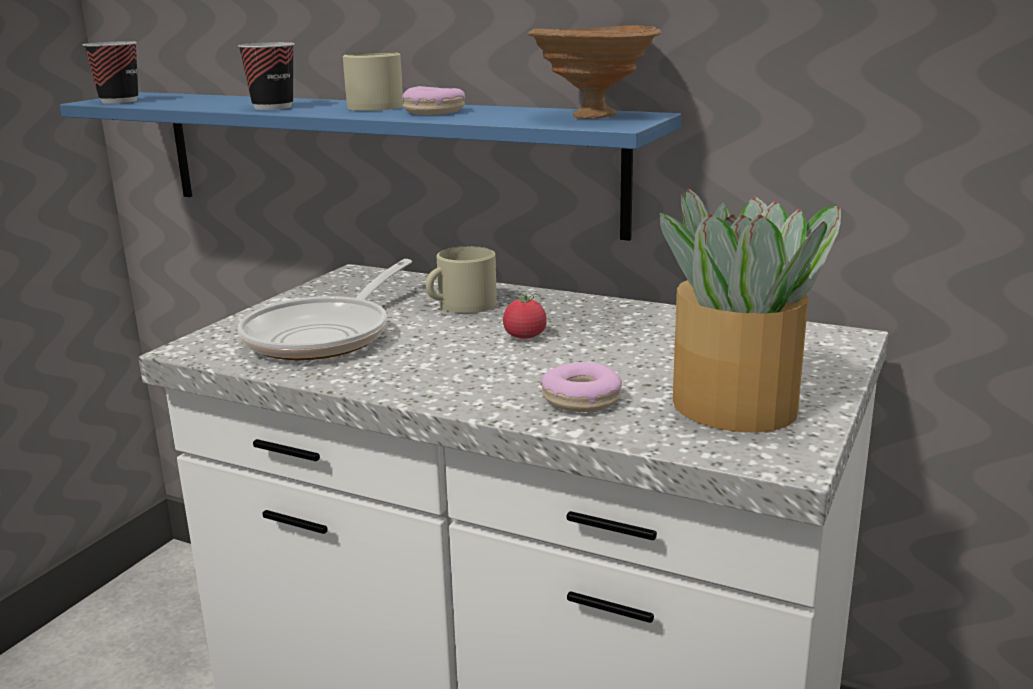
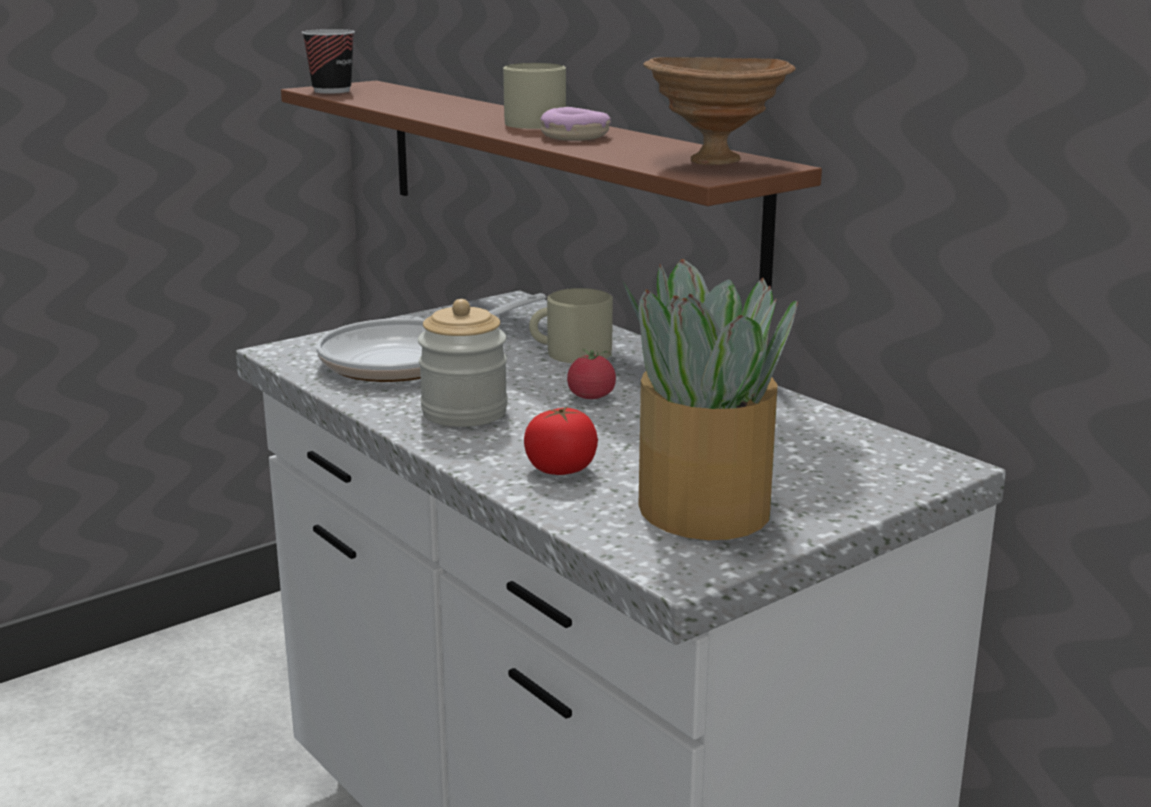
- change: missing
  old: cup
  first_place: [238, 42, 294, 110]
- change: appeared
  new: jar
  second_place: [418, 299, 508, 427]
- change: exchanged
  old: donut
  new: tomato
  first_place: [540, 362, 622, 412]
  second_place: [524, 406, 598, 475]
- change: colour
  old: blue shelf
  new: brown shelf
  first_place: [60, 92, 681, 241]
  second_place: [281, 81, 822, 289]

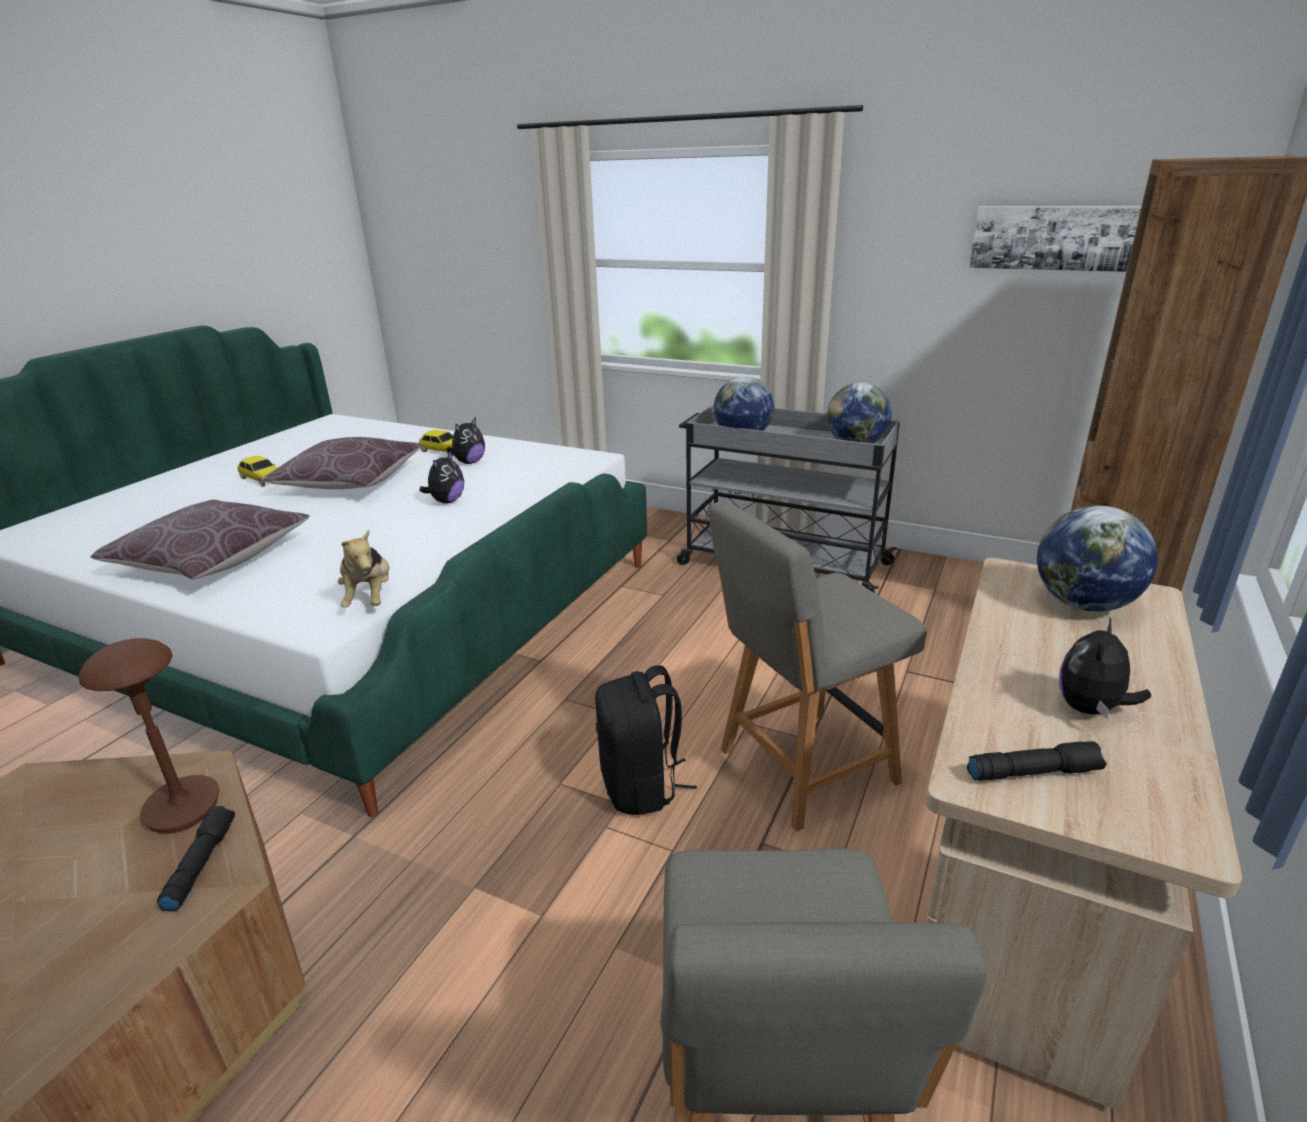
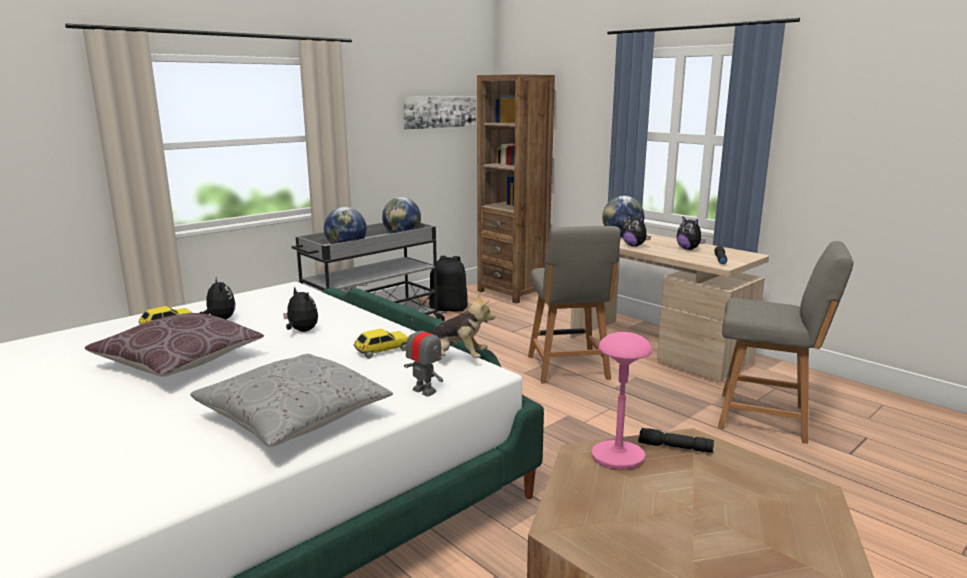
- change: appeared
  new: toy robot
  second_place: [404, 319, 443, 397]
- change: appeared
  new: plush toy
  second_place: [622, 214, 651, 247]
- change: relocated
  old: toy car
  first_place: [237, 456, 278, 487]
  second_place: [354, 329, 408, 359]
- change: relocated
  old: black backpack
  first_place: [595, 665, 697, 815]
  second_place: [429, 256, 468, 312]
- change: colour
  old: brown table lamp
  new: pink table lamp
  first_place: [79, 638, 219, 834]
  second_place: [591, 332, 653, 469]
- change: colour
  old: brown pillow
  new: grey pillow
  first_place: [91, 500, 310, 579]
  second_place: [190, 354, 393, 447]

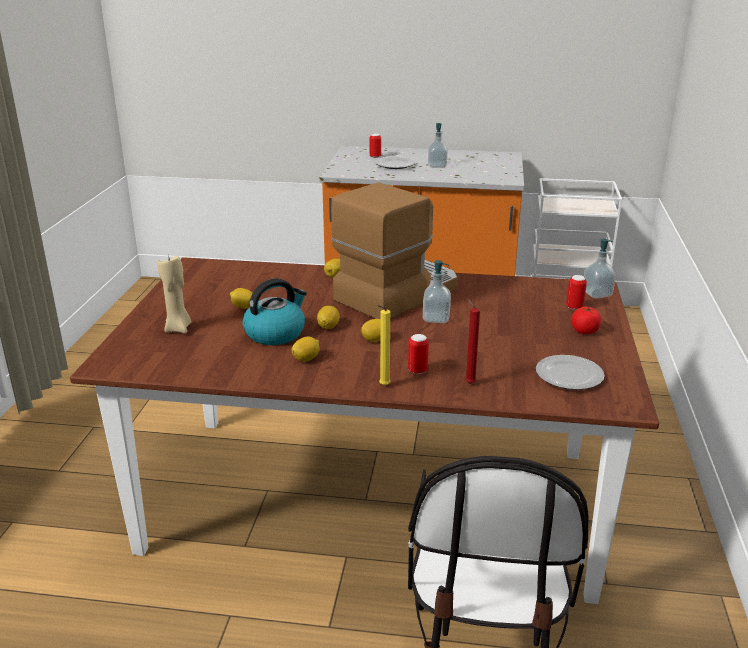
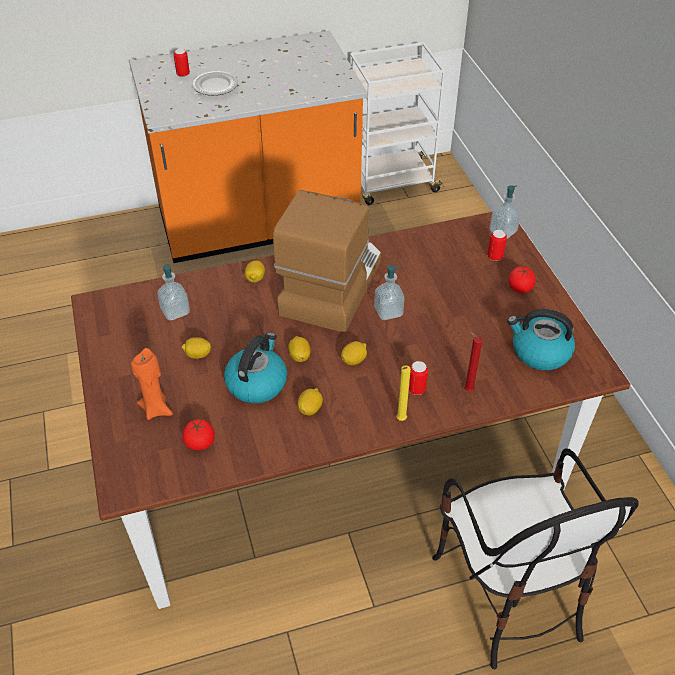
- change: appeared
  new: tomato
  second_place: [182, 419, 215, 450]
- change: relocated
  old: soap dispenser
  first_place: [428, 123, 448, 168]
  second_place: [157, 265, 190, 321]
- change: exchanged
  old: plate
  new: kettle
  first_place: [536, 355, 605, 390]
  second_place: [507, 309, 575, 370]
- change: colour
  old: beige candle
  new: orange candle
  first_place: [157, 254, 192, 333]
  second_place: [131, 348, 173, 420]

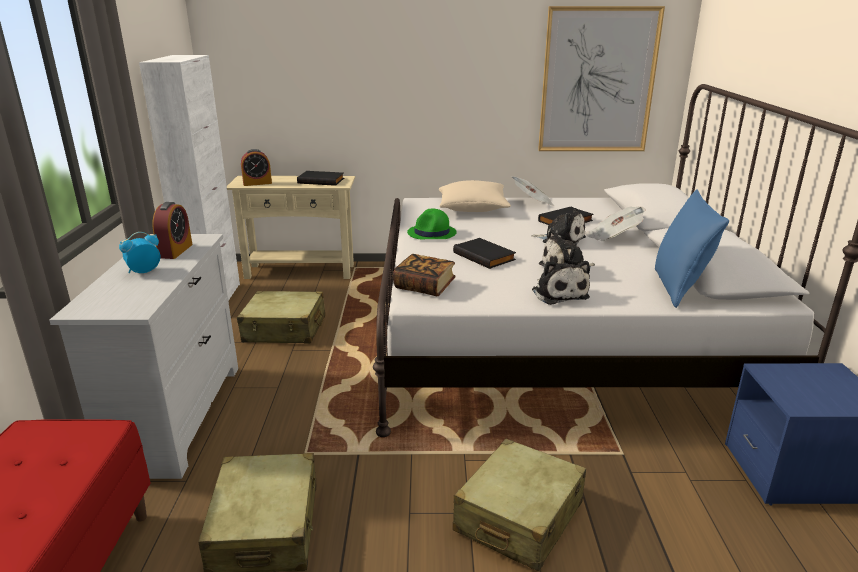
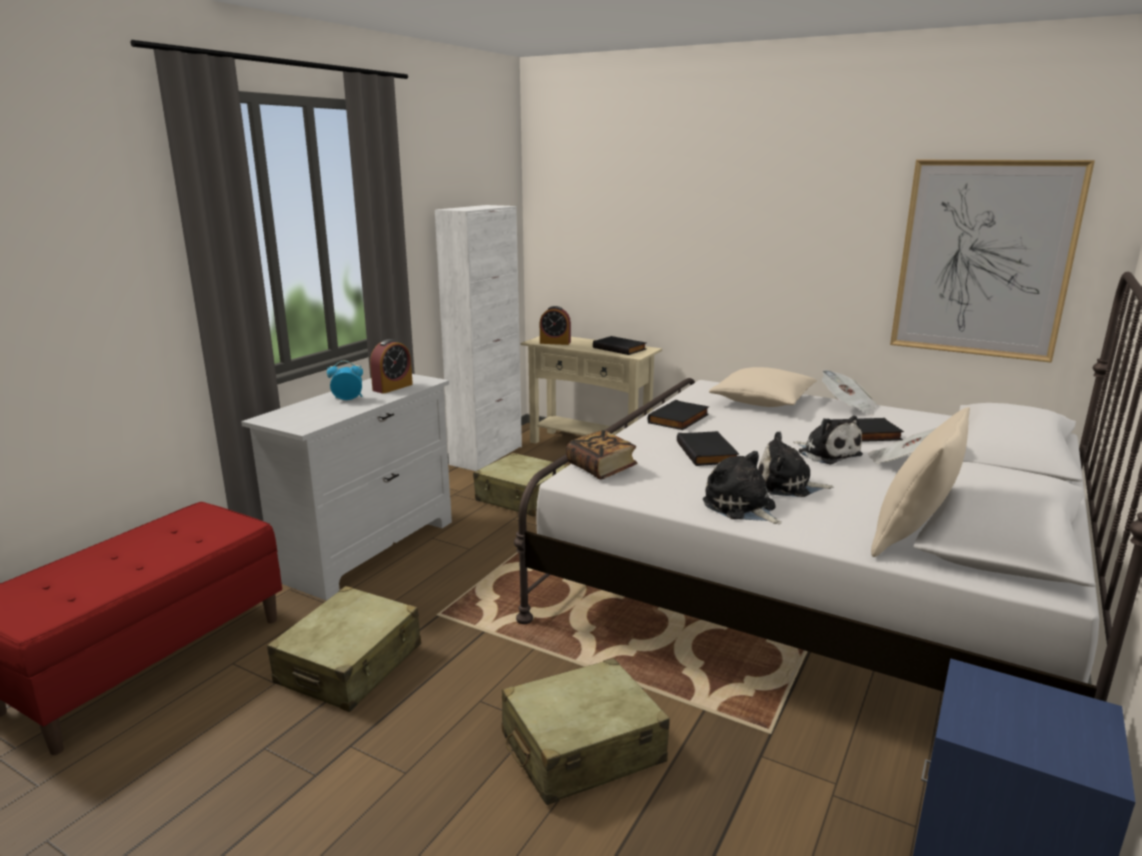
- change: exchanged
  old: green hat
  new: black book
  first_place: [407, 209, 457, 239]
  second_place: [648, 400, 709, 430]
- change: colour
  old: blue pillow
  new: beige pillow
  first_place: [655, 189, 729, 308]
  second_place: [871, 407, 970, 557]
- change: spun
  old: plush toy
  first_place: [532, 261, 590, 305]
  second_place: [703, 451, 782, 524]
  degrees: 135

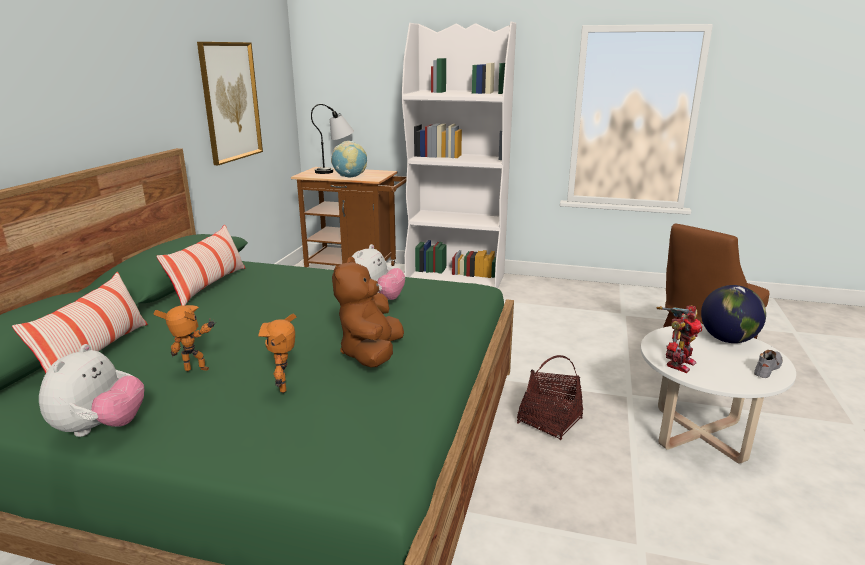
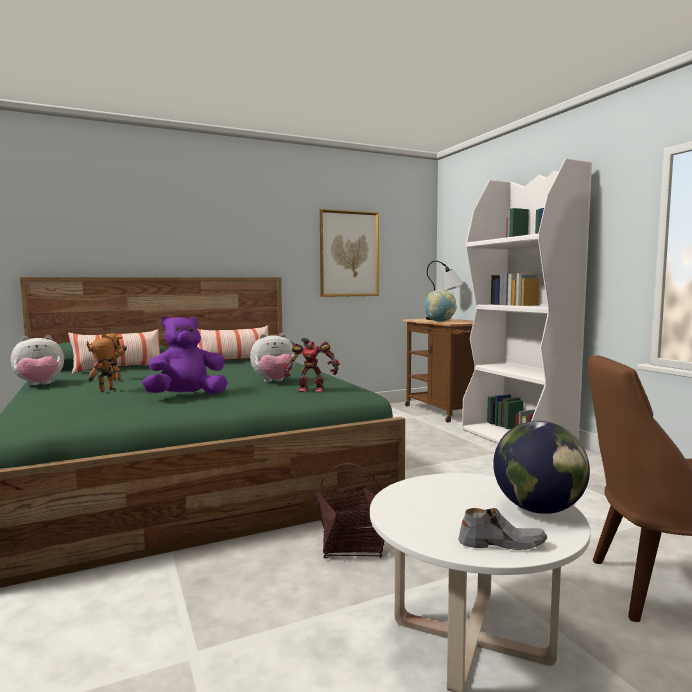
- change: relocated
  old: toy robot
  first_place: [657, 305, 702, 373]
  second_place: [283, 338, 340, 392]
- change: colour
  old: brown plush toy
  new: purple plush toy
  first_place: [332, 257, 404, 367]
  second_place: [142, 316, 228, 394]

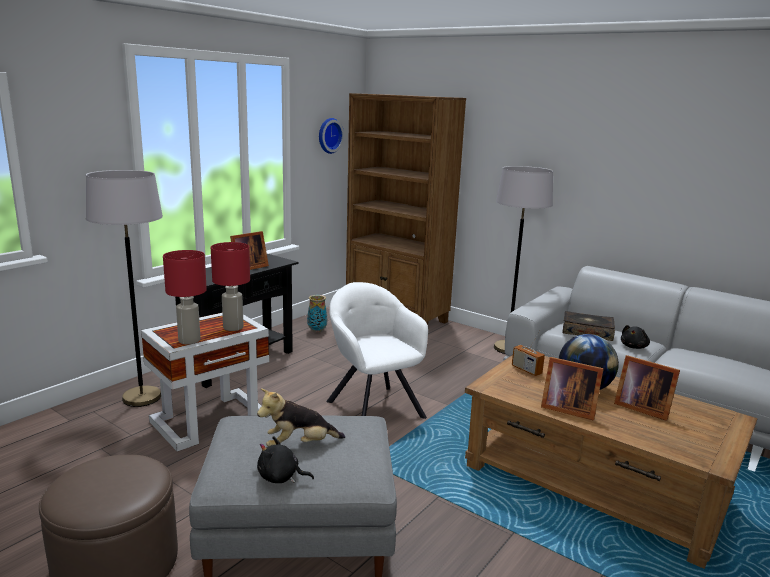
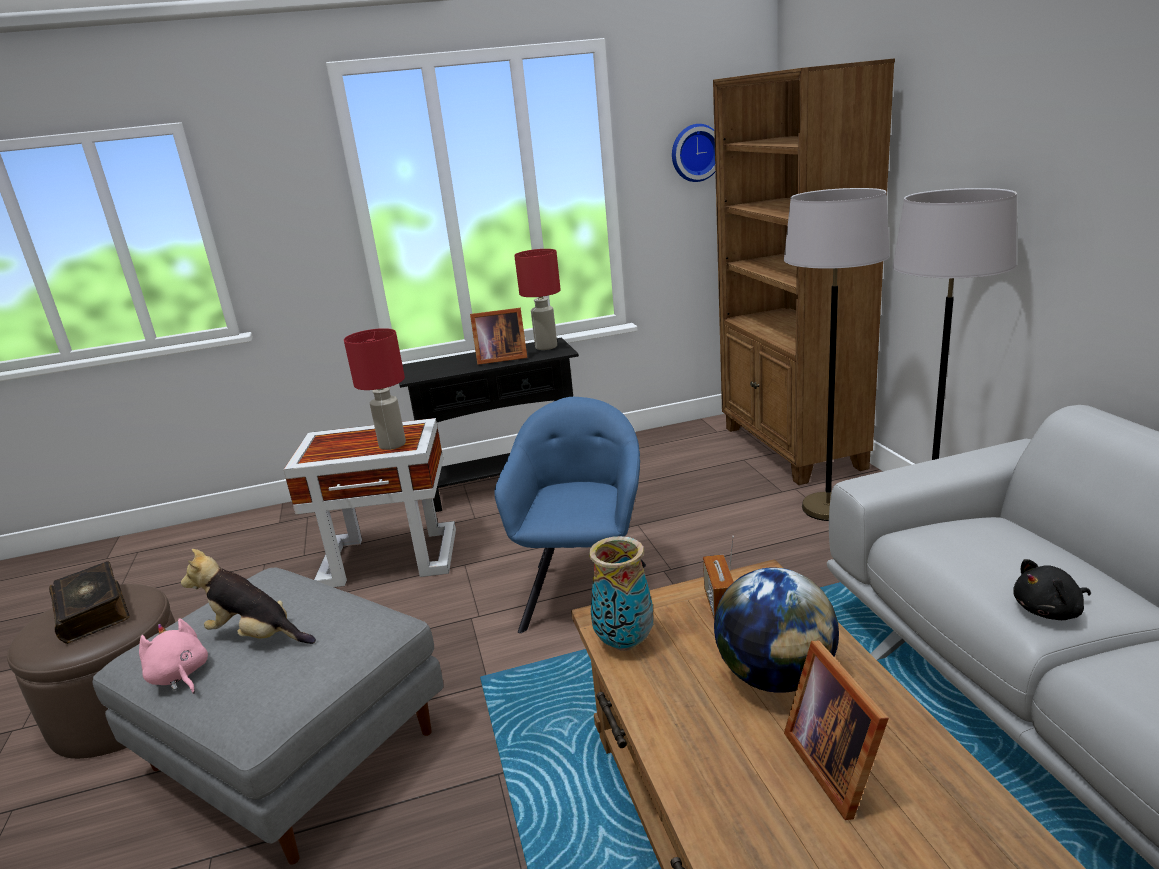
- change: missing
  old: picture frame
  first_place: [541, 357, 604, 420]
- change: relocated
  old: grey floor lamp
  first_place: [86, 170, 163, 407]
  second_place: [784, 188, 890, 521]
- change: relocated
  old: red table lamp
  first_place: [163, 250, 207, 344]
  second_place: [514, 249, 561, 350]
- change: relocated
  old: vase
  first_place: [307, 295, 327, 332]
  second_place: [589, 536, 653, 651]
- change: relocated
  old: book
  first_place: [563, 311, 615, 341]
  second_place: [49, 561, 130, 644]
- change: colour
  old: black plush toy
  new: pink plush toy
  first_place: [257, 436, 314, 483]
  second_place: [139, 618, 208, 694]
- change: colour
  old: white armchair
  new: blue armchair
  first_place: [326, 282, 428, 419]
  second_place: [494, 397, 646, 633]

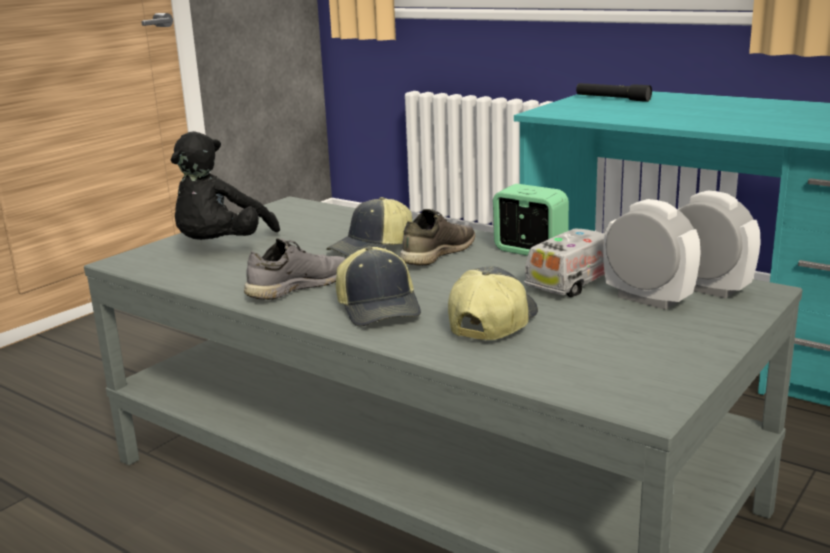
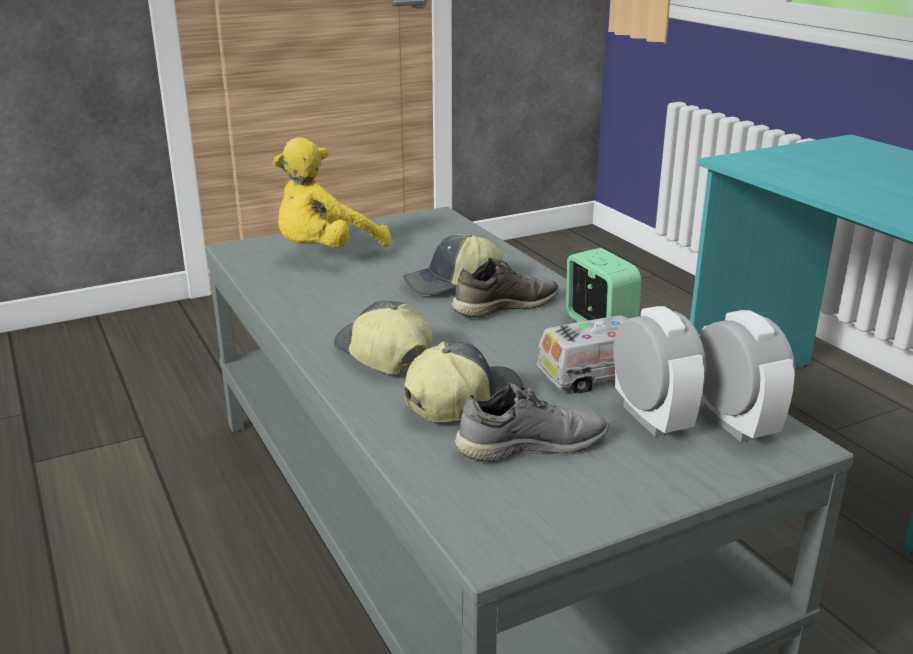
- change: missing
  old: black flashlight
  first_place: [576, 83, 652, 102]
- change: relocated
  old: grey shoe
  first_place: [244, 238, 346, 300]
  second_place: [455, 383, 609, 461]
- change: colour
  old: black plush toy
  new: yellow plush toy
  first_place: [171, 131, 280, 240]
  second_place: [273, 137, 391, 248]
- change: spun
  old: cap
  first_place: [336, 246, 421, 327]
  second_place: [334, 301, 433, 375]
  degrees: 135

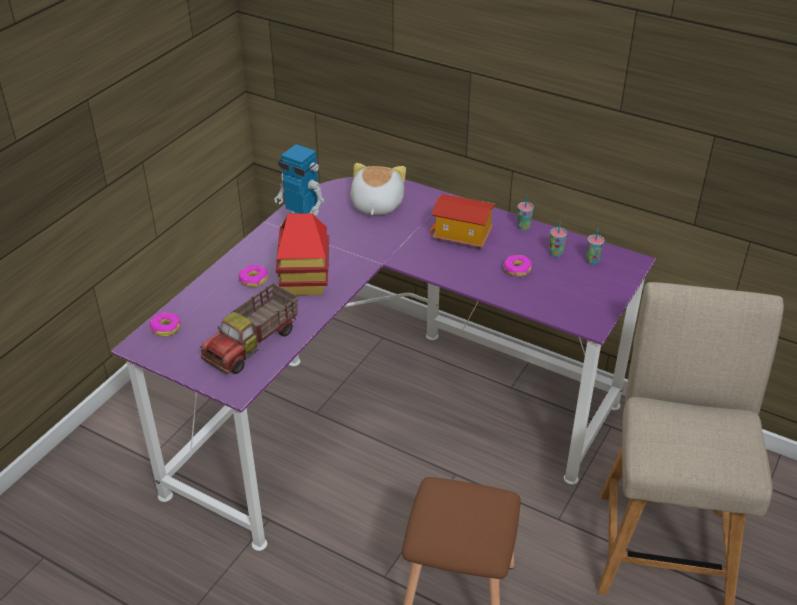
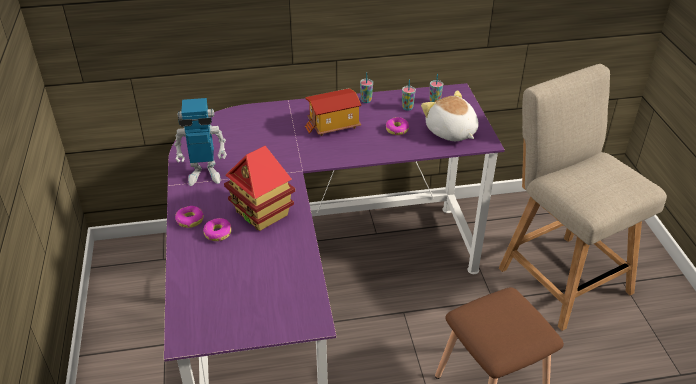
- change: missing
  old: toy truck
  first_place: [200, 283, 298, 374]
- change: relocated
  old: donut
  first_place: [149, 312, 181, 337]
  second_place: [175, 206, 204, 228]
- change: relocated
  old: plush toy
  first_place: [350, 163, 406, 215]
  second_place: [421, 90, 479, 141]

